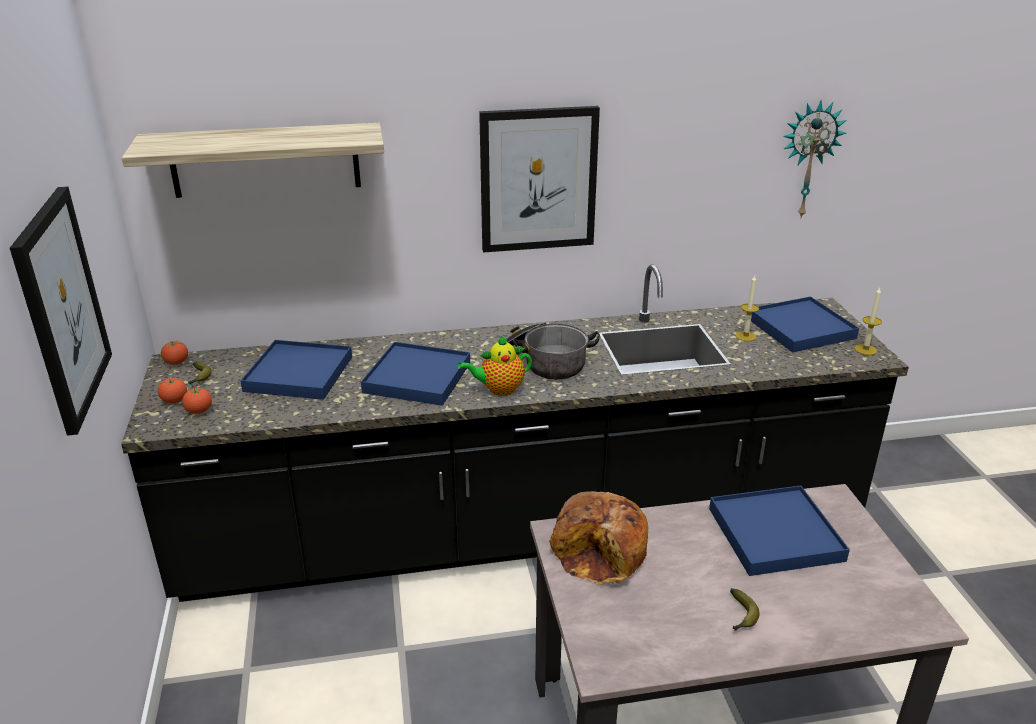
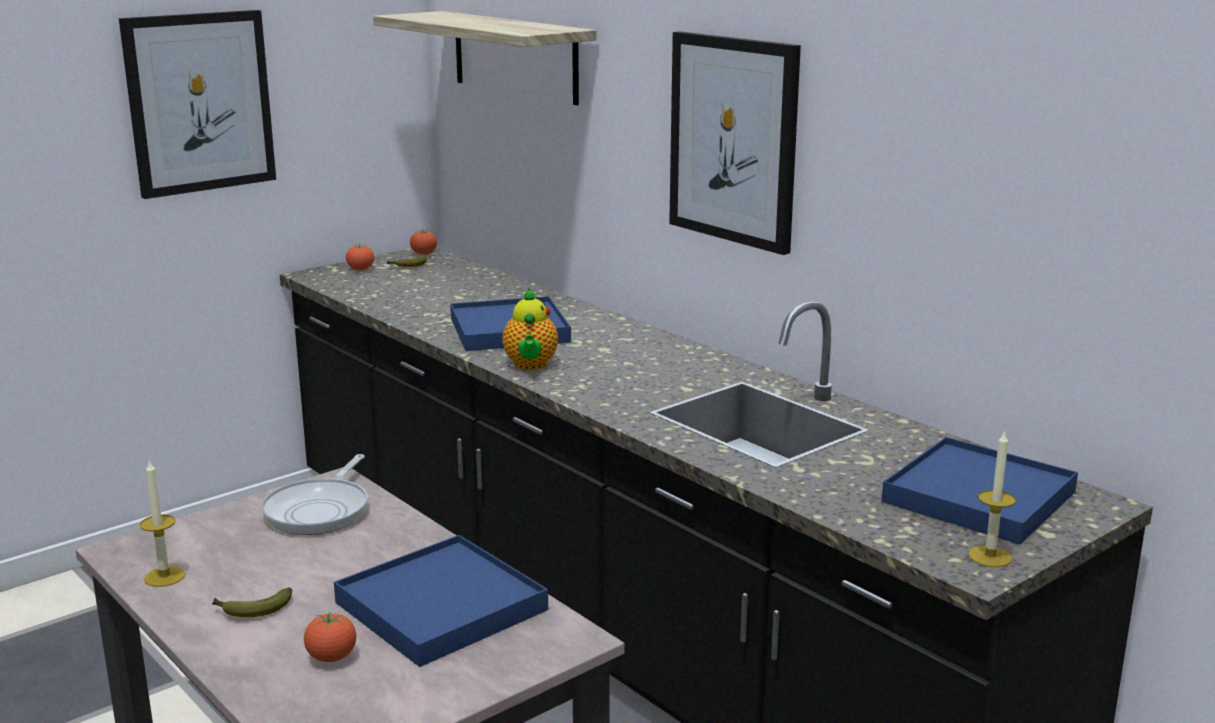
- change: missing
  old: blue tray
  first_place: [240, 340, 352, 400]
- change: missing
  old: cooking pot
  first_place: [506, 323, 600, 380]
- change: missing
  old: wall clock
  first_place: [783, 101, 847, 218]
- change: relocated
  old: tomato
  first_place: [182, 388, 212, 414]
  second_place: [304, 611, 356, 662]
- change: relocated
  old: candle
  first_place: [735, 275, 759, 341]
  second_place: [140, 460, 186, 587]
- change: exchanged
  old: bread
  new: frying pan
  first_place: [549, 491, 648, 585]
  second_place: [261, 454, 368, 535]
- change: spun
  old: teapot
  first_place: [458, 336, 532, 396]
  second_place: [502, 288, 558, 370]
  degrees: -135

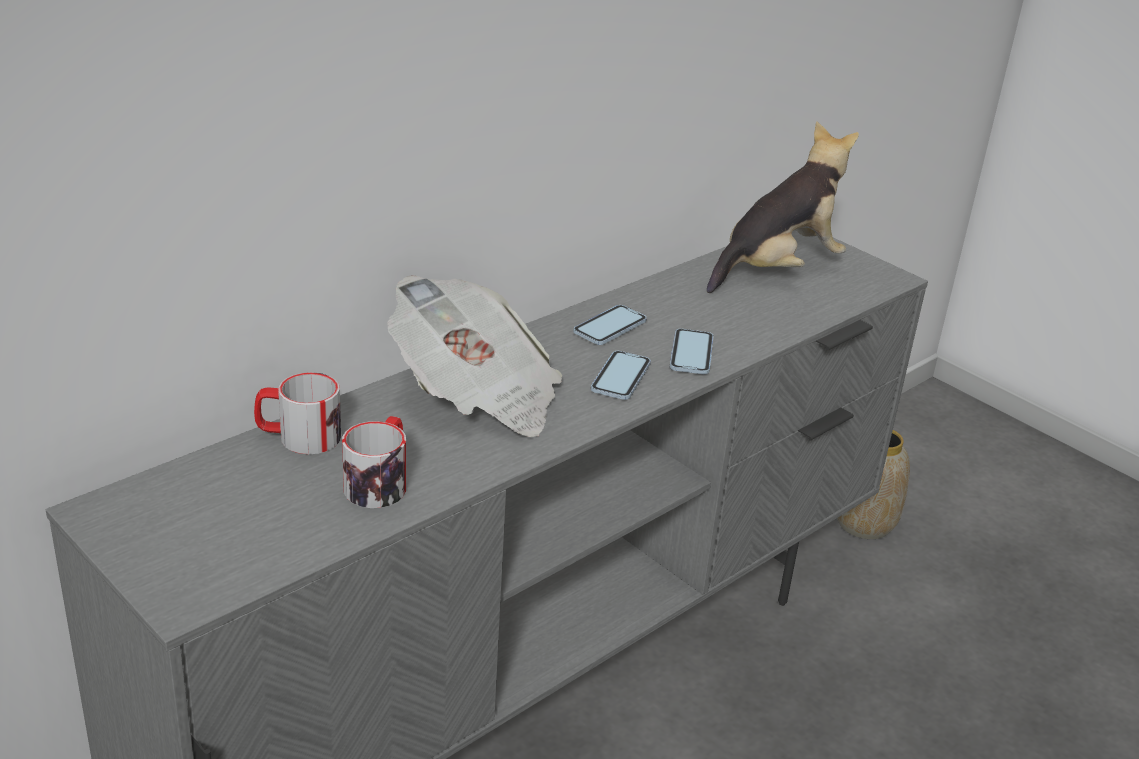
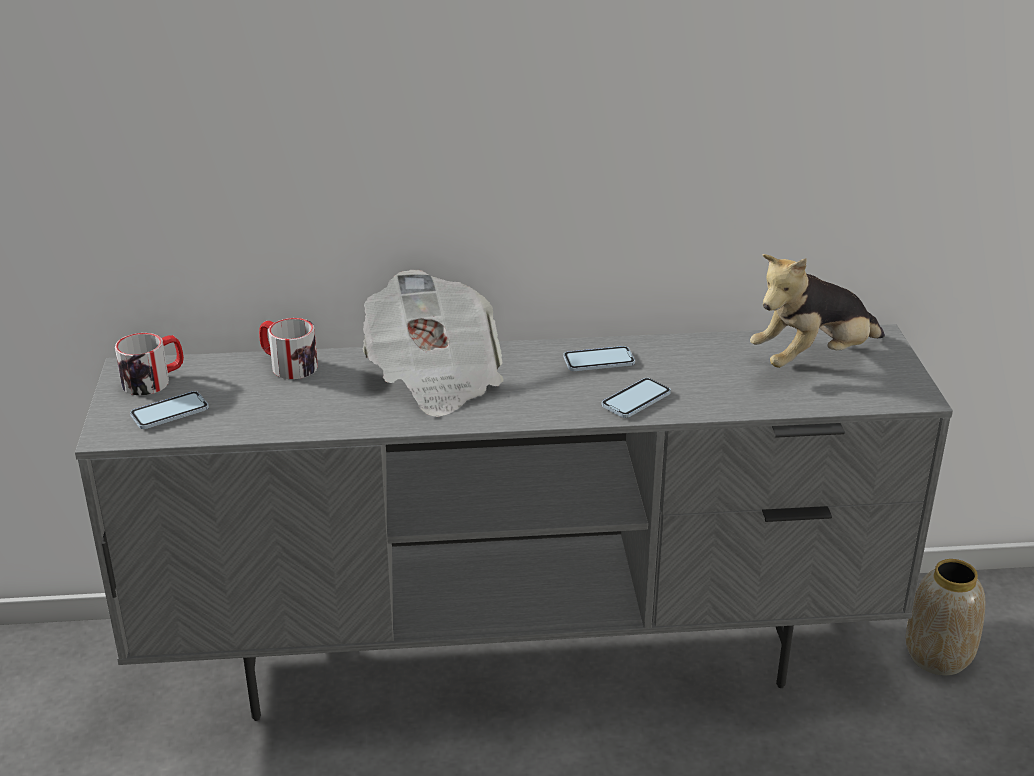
- change: relocated
  old: mug
  first_place: [342, 416, 406, 508]
  second_place: [115, 333, 184, 396]
- change: relocated
  old: phone
  first_place: [591, 351, 651, 400]
  second_place: [130, 391, 209, 429]
- change: spun
  old: plush toy
  first_place: [707, 122, 859, 293]
  second_place: [750, 254, 885, 368]
  degrees: 150

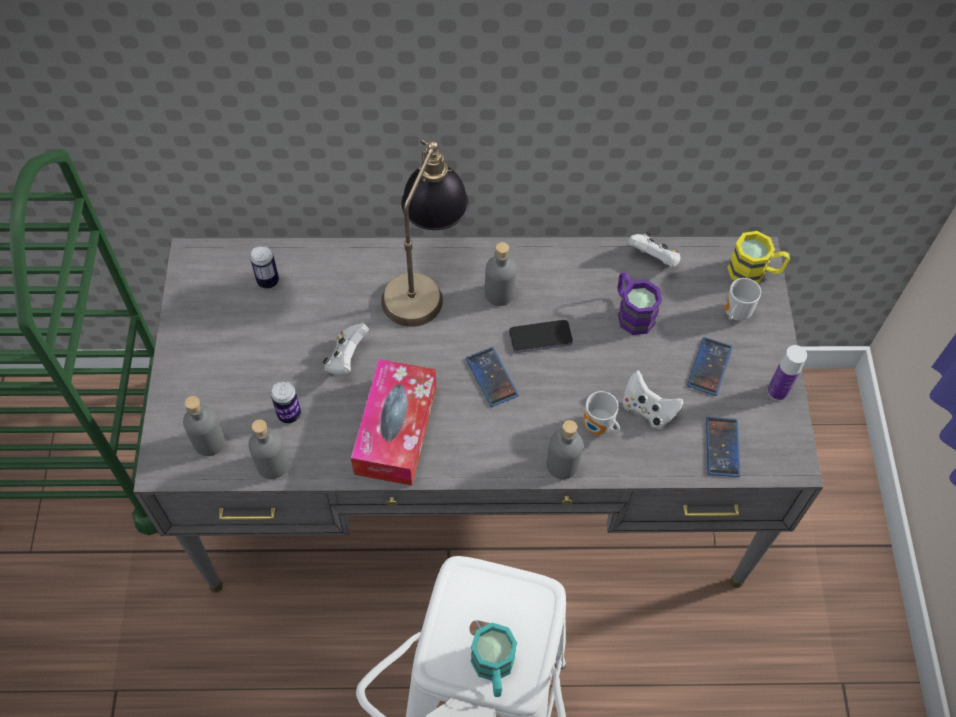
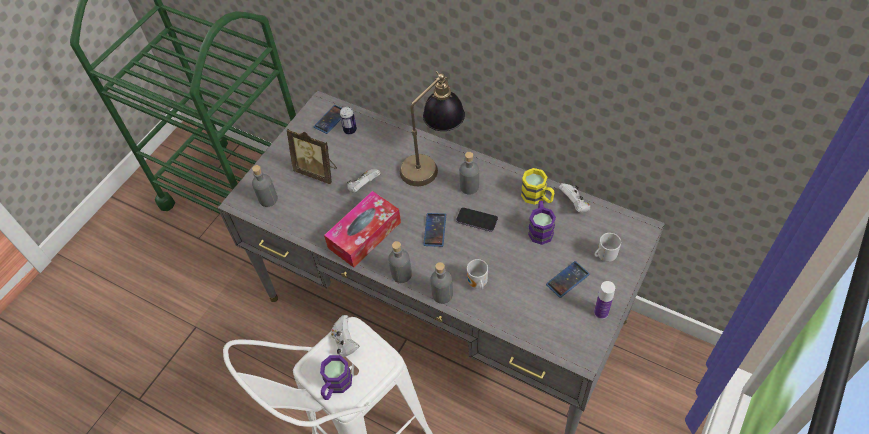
- change: missing
  old: can
  first_place: [271, 381, 301, 423]
- change: appeared
  new: picture frame
  second_place: [287, 128, 337, 184]
- change: relocated
  old: grey bottle
  first_place: [248, 419, 289, 479]
  second_place: [388, 241, 412, 283]
- change: relocated
  old: white game controller
  first_place: [622, 370, 683, 429]
  second_place: [331, 315, 360, 357]
- change: relocated
  old: phone
  first_place: [706, 417, 741, 477]
  second_place: [314, 105, 342, 134]
- change: relocated
  old: yellow mug
  first_place: [727, 231, 790, 284]
  second_place: [521, 168, 555, 205]
- change: colour
  old: turquoise mug
  new: purple mug
  first_place: [471, 622, 517, 697]
  second_place: [320, 355, 352, 400]

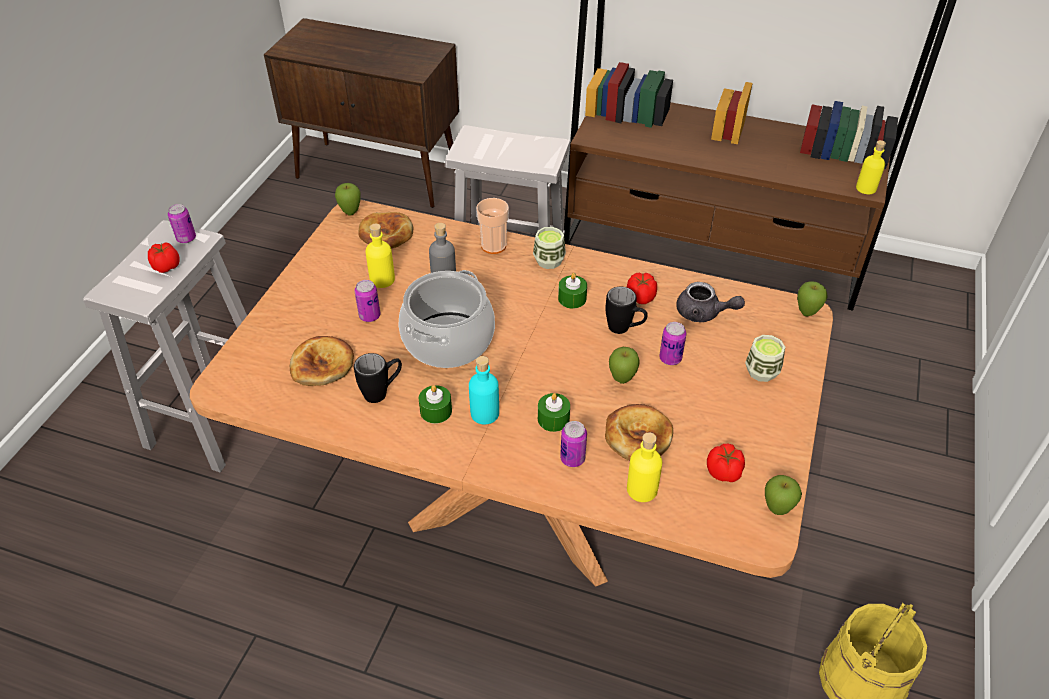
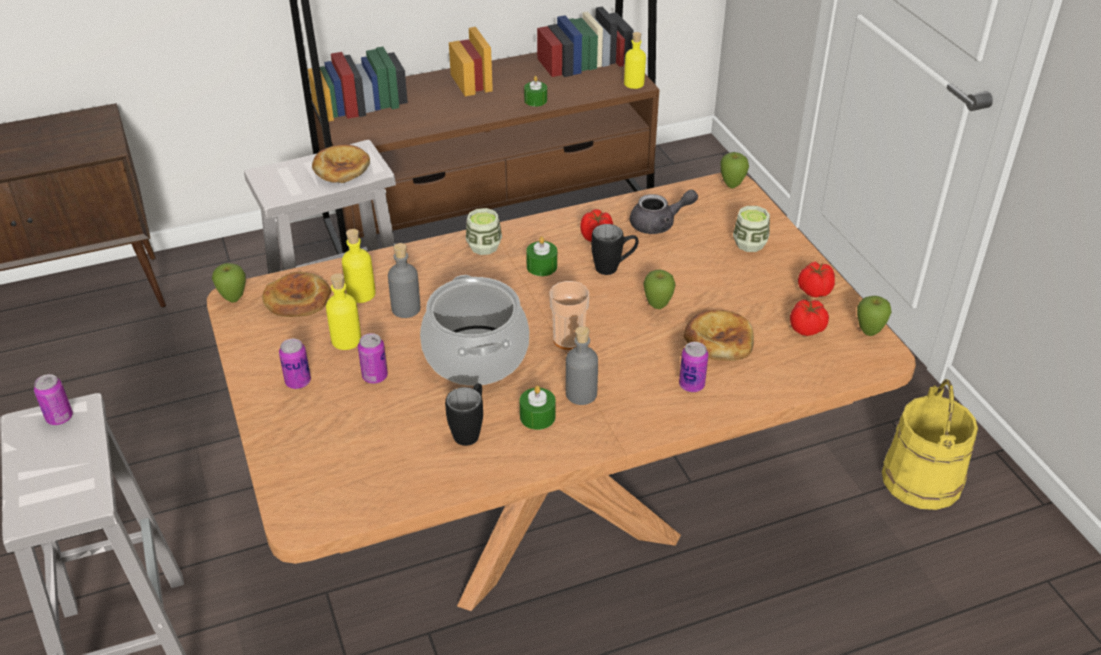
- change: relocated
  old: tomato
  first_place: [148, 243, 180, 273]
  second_place: [798, 261, 835, 298]
- change: relocated
  old: bread
  first_place: [290, 336, 354, 386]
  second_place: [312, 144, 370, 183]
- change: relocated
  old: cup
  first_place: [476, 198, 509, 254]
  second_place: [550, 281, 589, 350]
- change: relocated
  old: green candle
  first_place: [538, 393, 570, 432]
  second_place: [524, 76, 547, 107]
- change: relocated
  old: yellow bottle
  first_place: [627, 432, 662, 502]
  second_place: [342, 229, 376, 303]
- change: relocated
  old: can
  first_place: [659, 322, 686, 365]
  second_place: [279, 339, 311, 389]
- change: colour
  old: turquoise bottle
  new: grey bottle
  first_place: [469, 356, 499, 425]
  second_place: [566, 326, 598, 405]

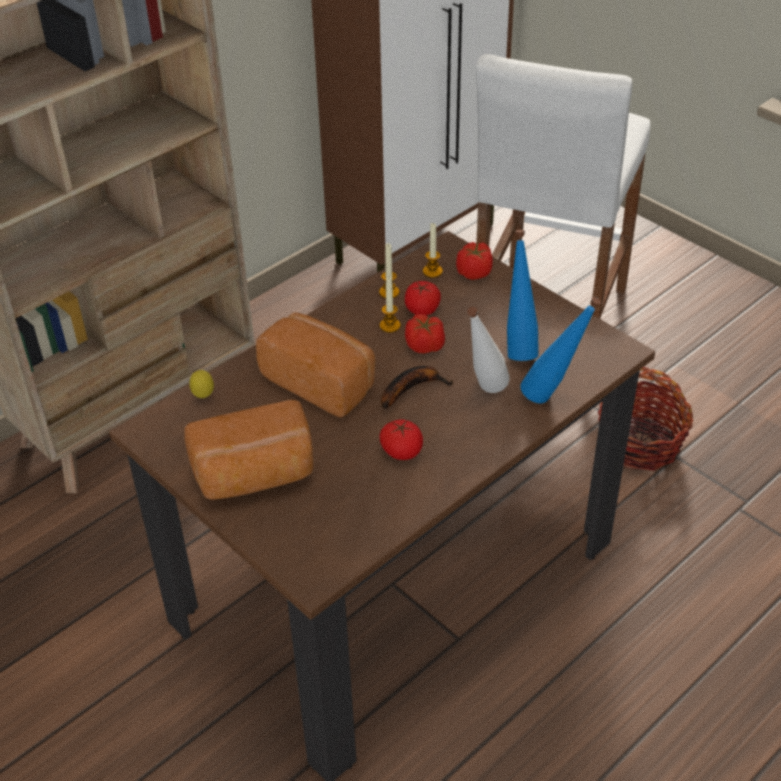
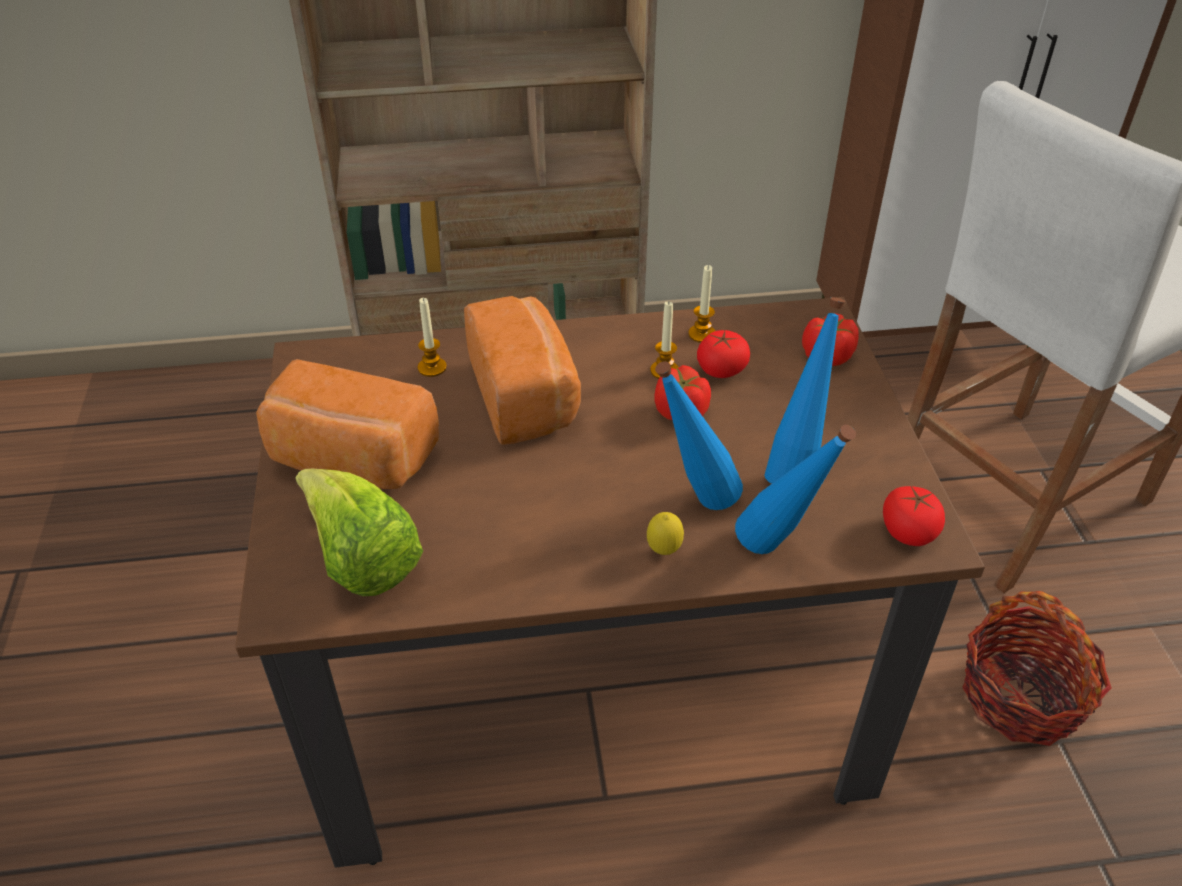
- change: missing
  old: banana
  first_place: [381, 366, 454, 409]
- change: appeared
  new: lettuce
  second_place: [296, 469, 423, 596]
- change: relocated
  old: lemon
  first_place: [190, 370, 214, 398]
  second_place: [647, 512, 684, 555]
- change: relocated
  old: tomato
  first_place: [380, 419, 423, 460]
  second_place: [883, 486, 945, 546]
- change: relocated
  old: candle
  first_place: [423, 223, 443, 278]
  second_place: [418, 298, 447, 377]
- change: colour
  old: white bottle
  new: blue bottle
  first_place: [467, 307, 510, 393]
  second_place: [655, 361, 743, 510]

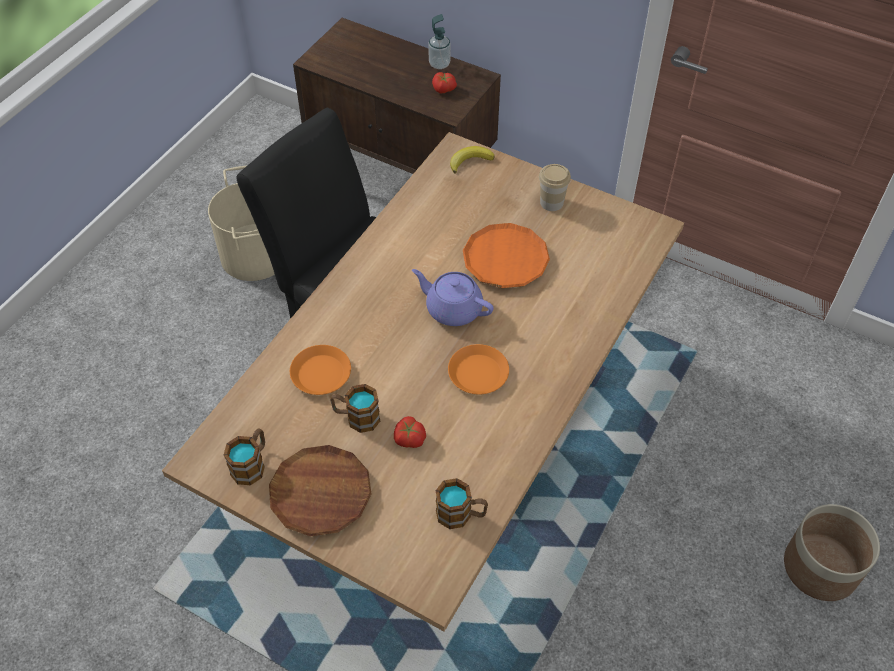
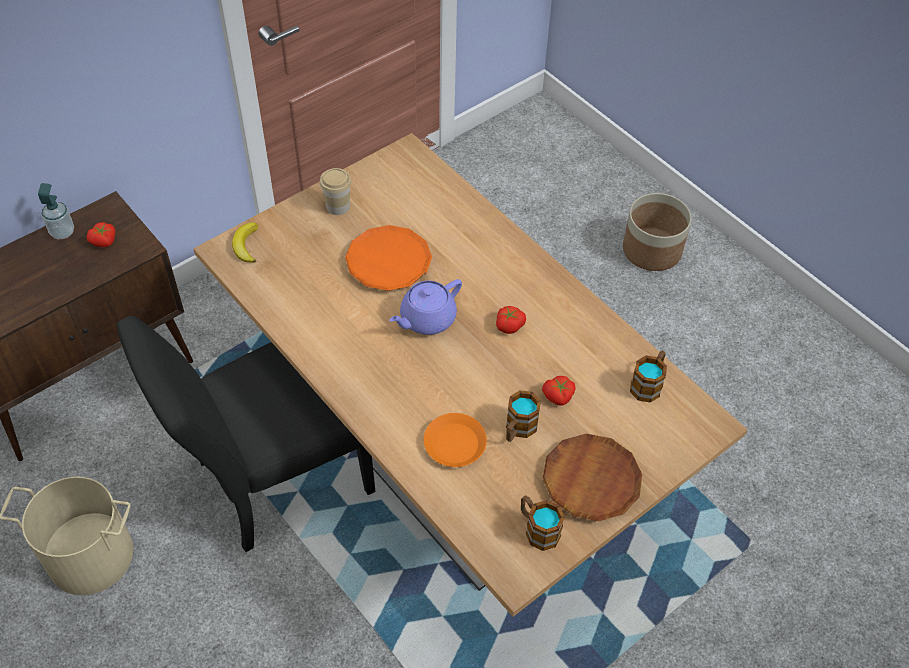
- change: exchanged
  old: orange plate
  new: tomato
  first_place: [448, 344, 509, 394]
  second_place: [496, 306, 526, 334]

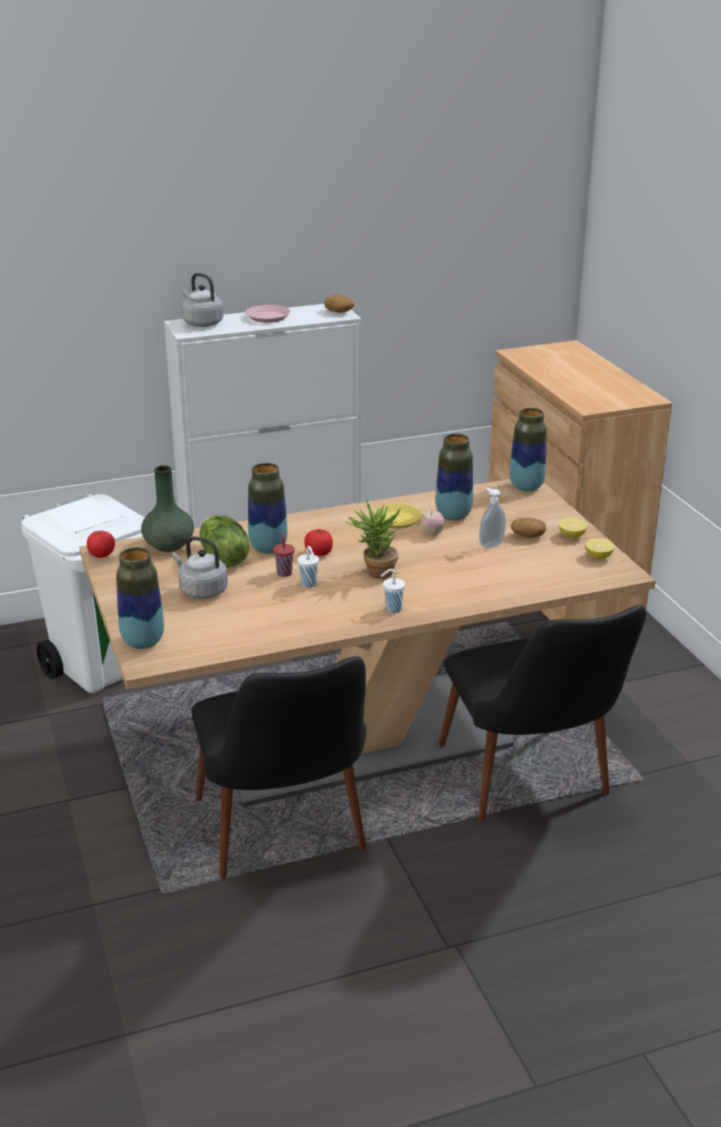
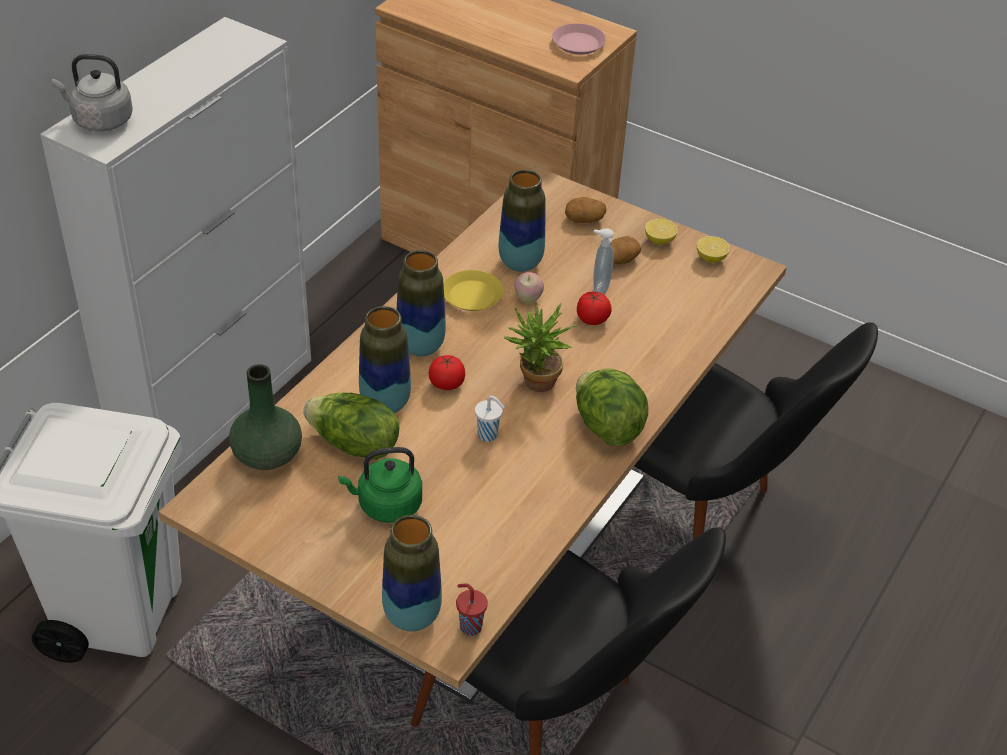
- change: relocated
  old: tomato
  first_place: [87, 531, 115, 558]
  second_place: [577, 292, 612, 325]
- change: relocated
  old: pink plate
  first_place: [245, 305, 290, 323]
  second_place: [552, 23, 606, 55]
- change: relocated
  old: red cup
  first_place: [273, 533, 295, 577]
  second_place: [456, 584, 488, 636]
- change: relocated
  old: potato
  first_place: [324, 295, 354, 313]
  second_place: [565, 197, 606, 223]
- change: relocated
  old: vase
  first_place: [510, 408, 547, 492]
  second_place: [396, 250, 446, 357]
- change: exchanged
  old: white cup
  new: lettuce
  first_place: [381, 569, 405, 613]
  second_place: [576, 368, 648, 446]
- change: colour
  old: grey kettle
  new: green kettle
  first_place: [172, 536, 228, 599]
  second_place: [338, 447, 422, 523]

